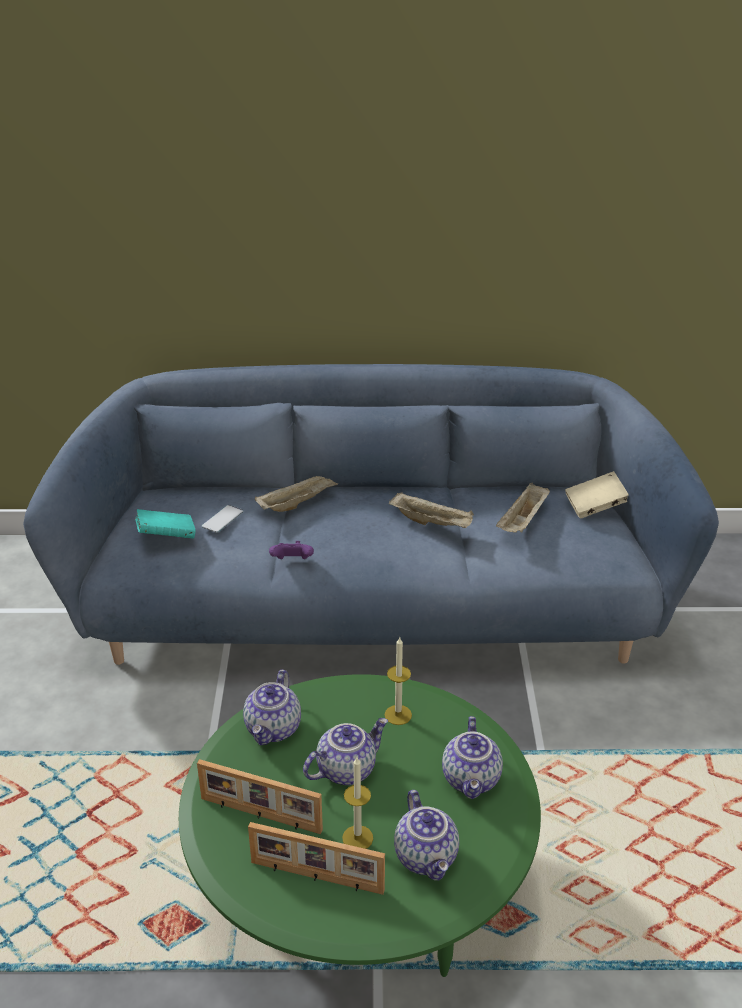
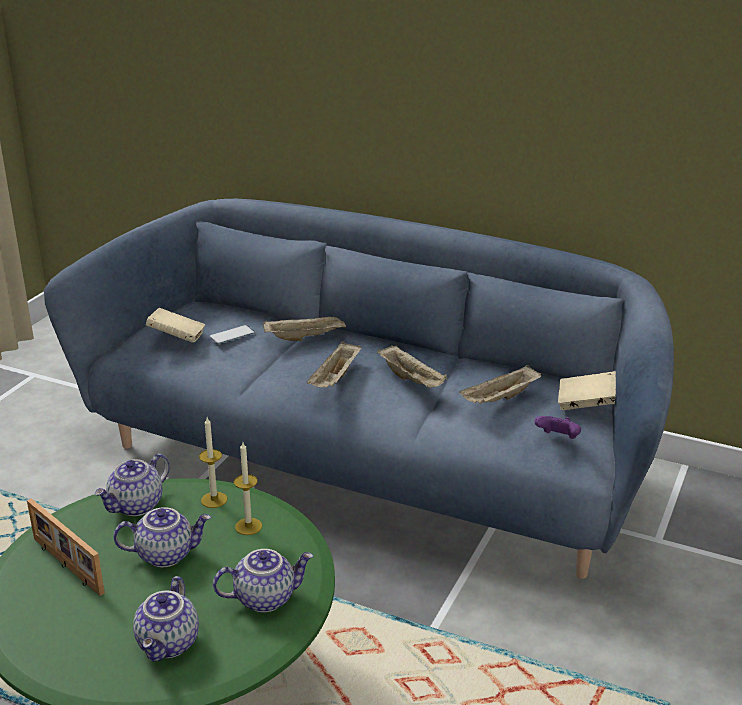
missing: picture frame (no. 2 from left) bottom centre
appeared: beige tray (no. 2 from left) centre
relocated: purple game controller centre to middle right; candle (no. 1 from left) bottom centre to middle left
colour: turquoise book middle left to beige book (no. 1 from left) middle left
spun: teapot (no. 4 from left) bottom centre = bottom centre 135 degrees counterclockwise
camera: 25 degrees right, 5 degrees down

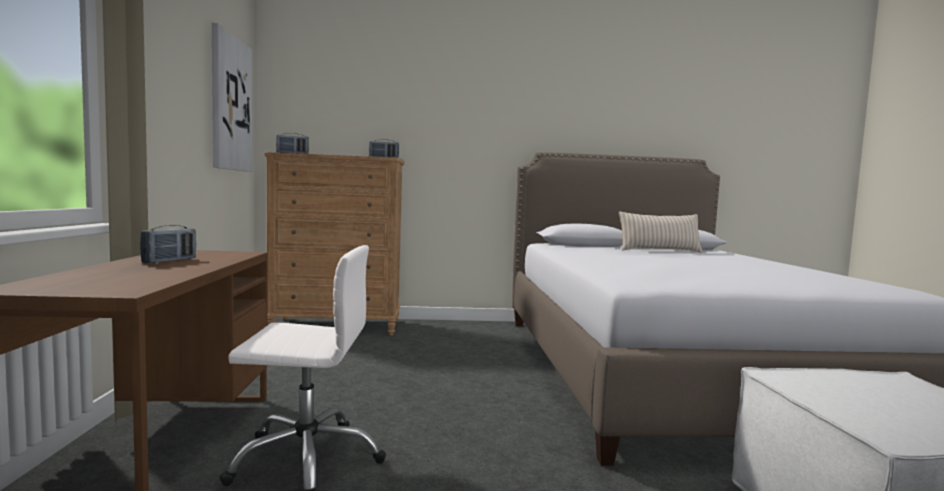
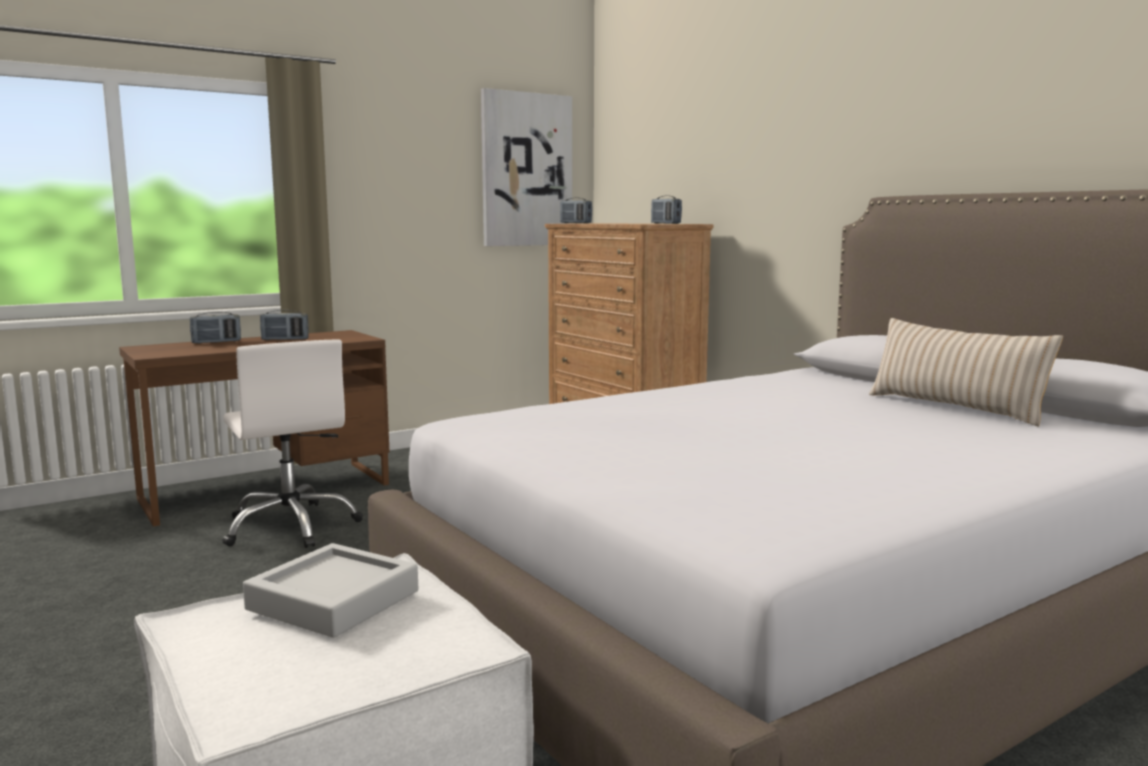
appeared: radio (no. 1 from left) middle left; grey tray bottom left
camera: 60 degrees right, 5 degrees up

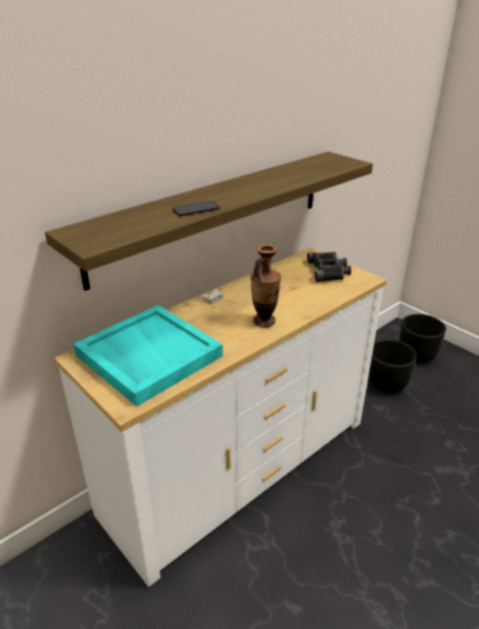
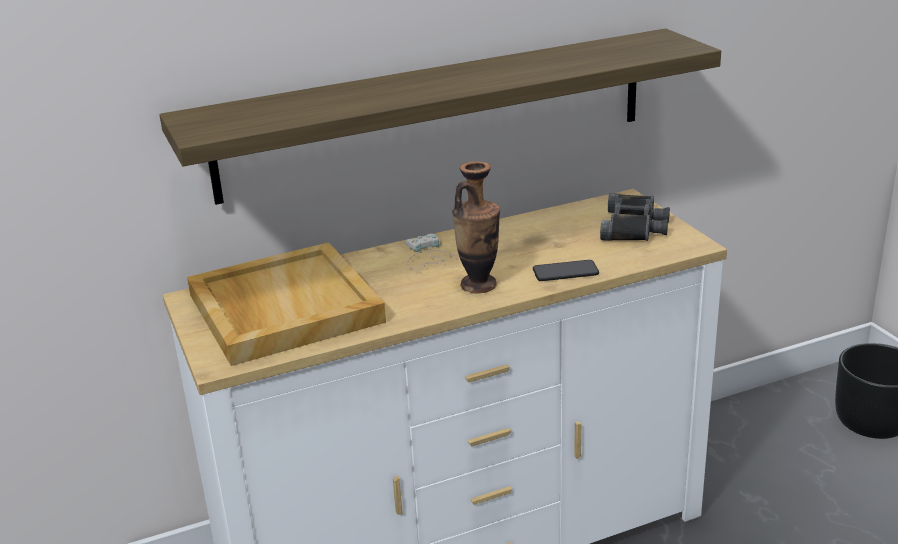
missing: black planter (no. 1 from left) middle right
relocated: phone top centre to centre
colour: turquoise tray middle left to beige tray middle left
camera: 20 degrees right, 5 degrees down

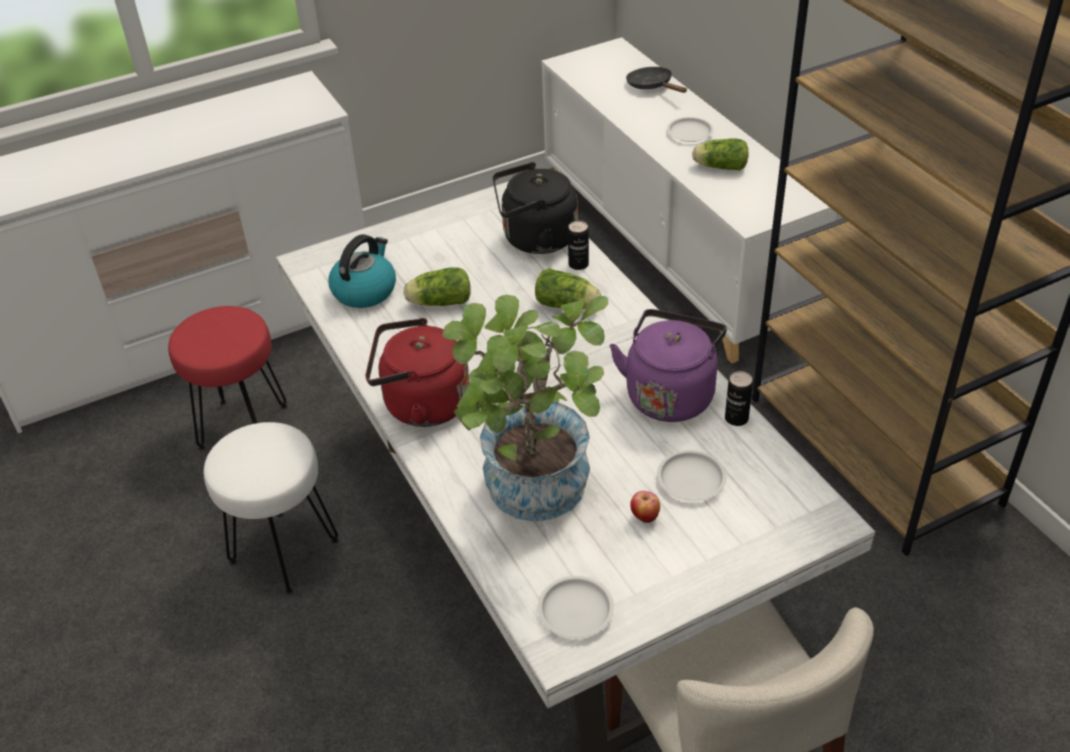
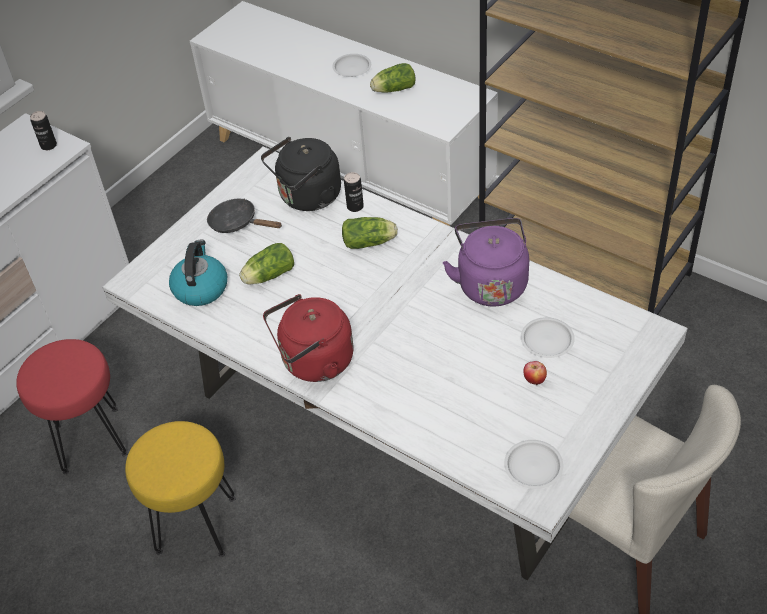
missing: potted plant centre
relocated: black frying pan top centre to middle left; can (no. 2 from left in the first image) middle right to can (no. 1 from left) top left
colour: white stool bottom left to yellow stool bottom left
camera: 25 degrees left, 5 degrees up

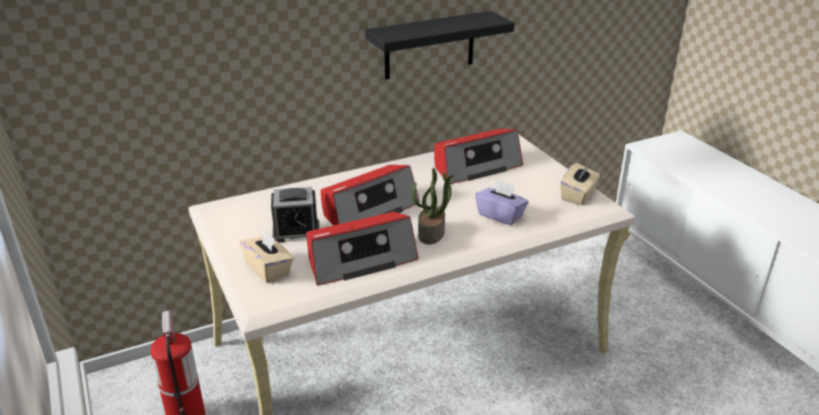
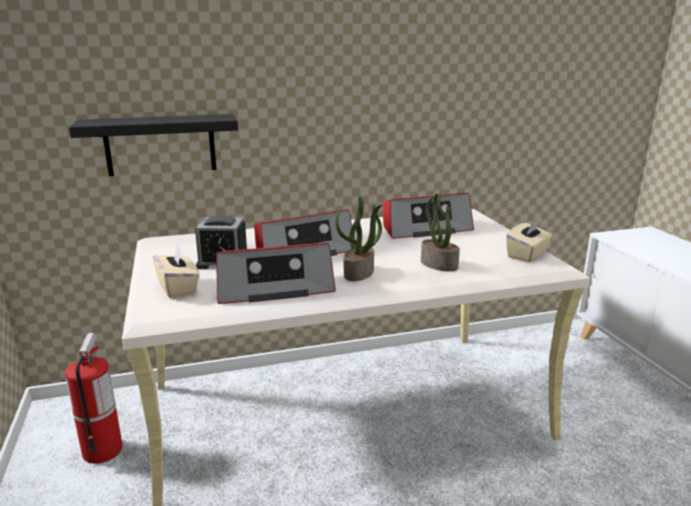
relocated: black shelf top centre to top left
exchanged: purple tissue box centre to potted plant (no. 2 from left) centre
camera: 10 degrees right, 10 degrees down

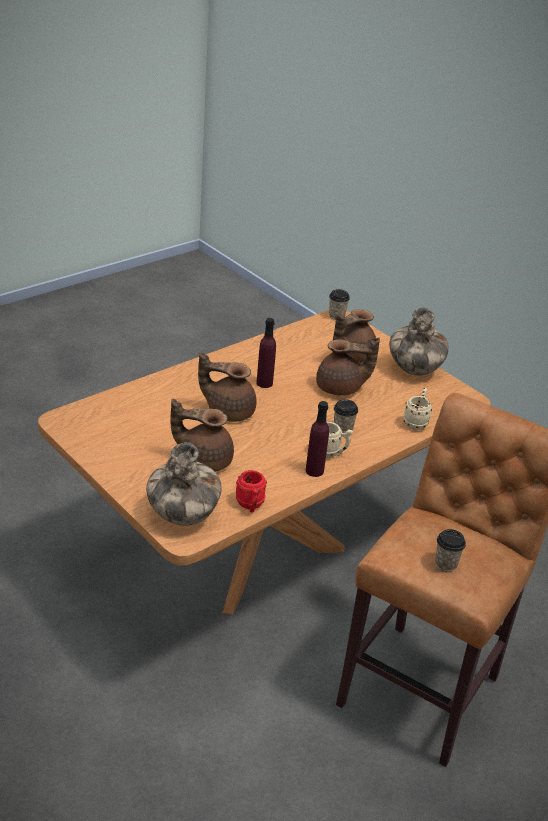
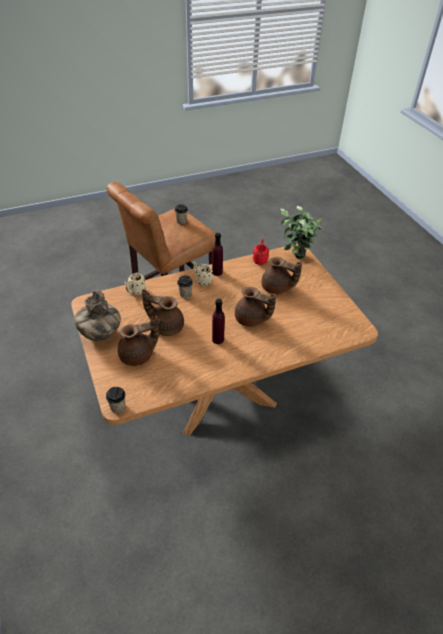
exchanged: vase (no. 1 from left) centre to potted plant middle right
camera: 160 degrees left, 10 degrees up

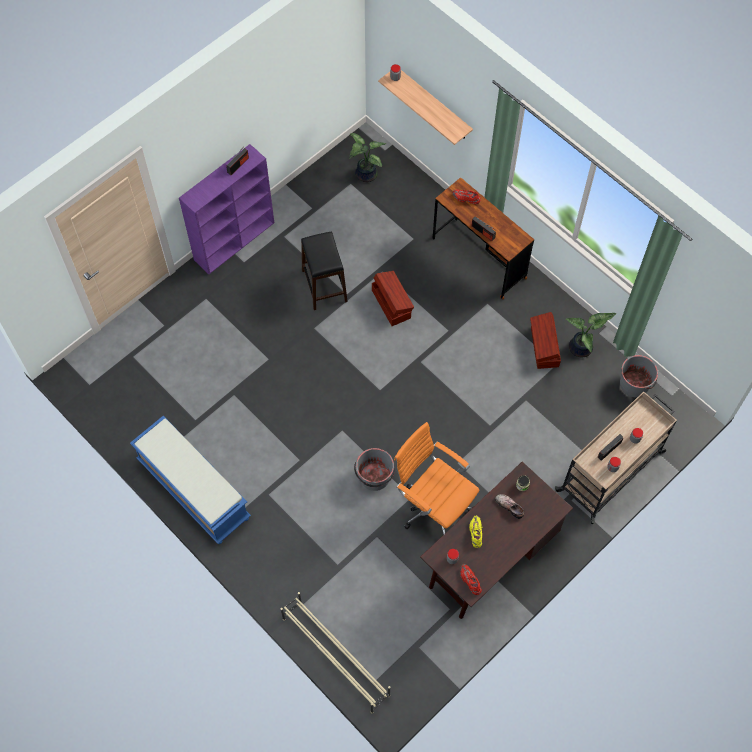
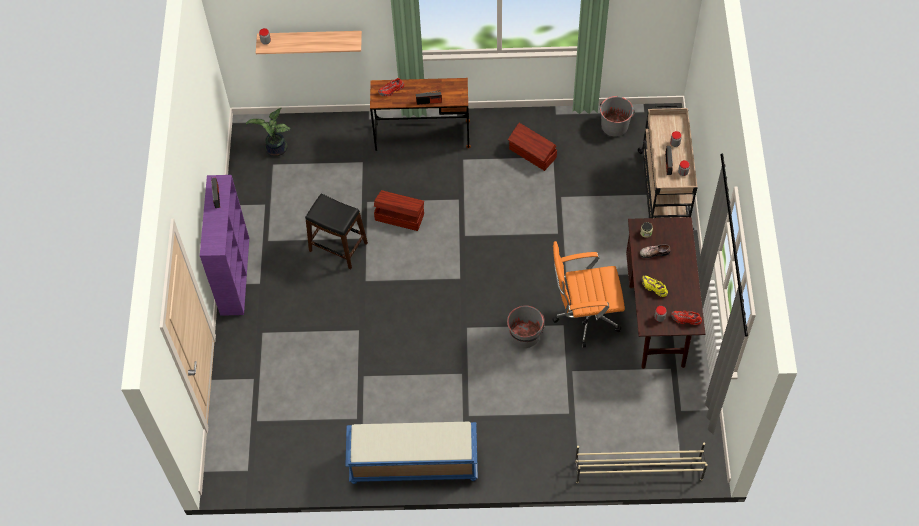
missing: potted plant (no. 2 from left) middle right
camera: 45 degrees left, 5 degrees down

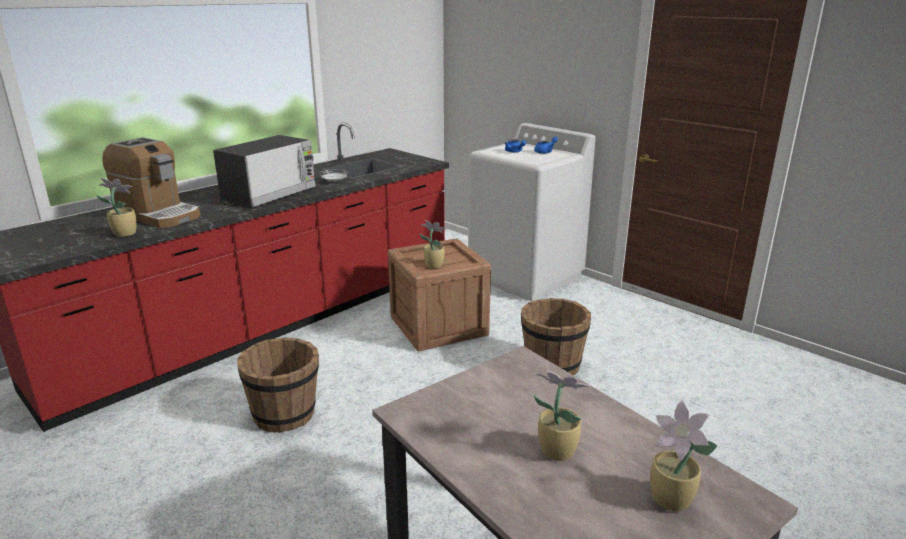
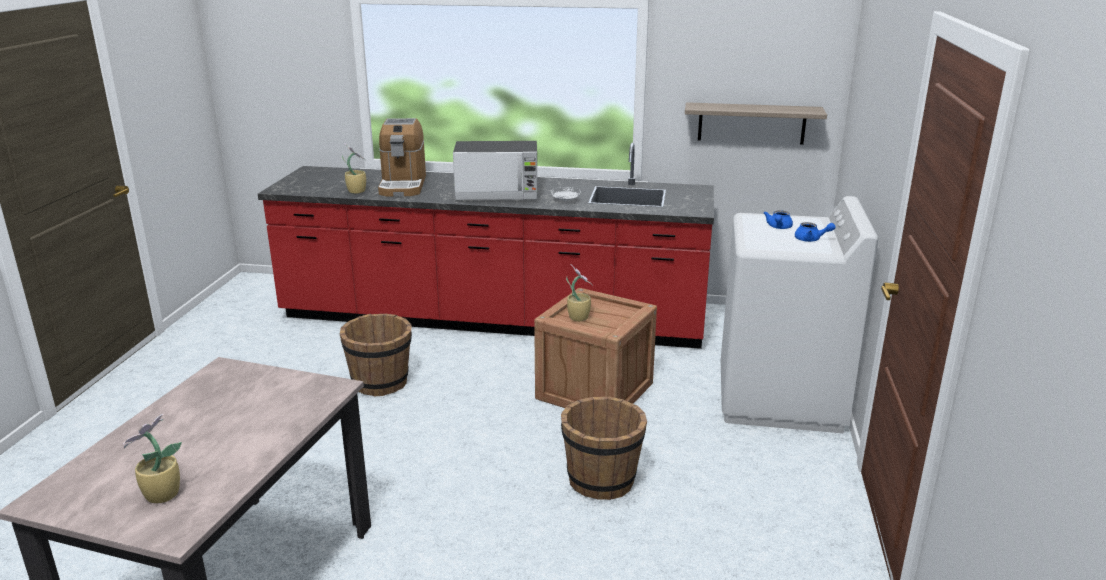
missing: potted plant (no. 3 from left) bottom centre
appeared: shelf top right
camera: 55 degrees right, 0 degrees up

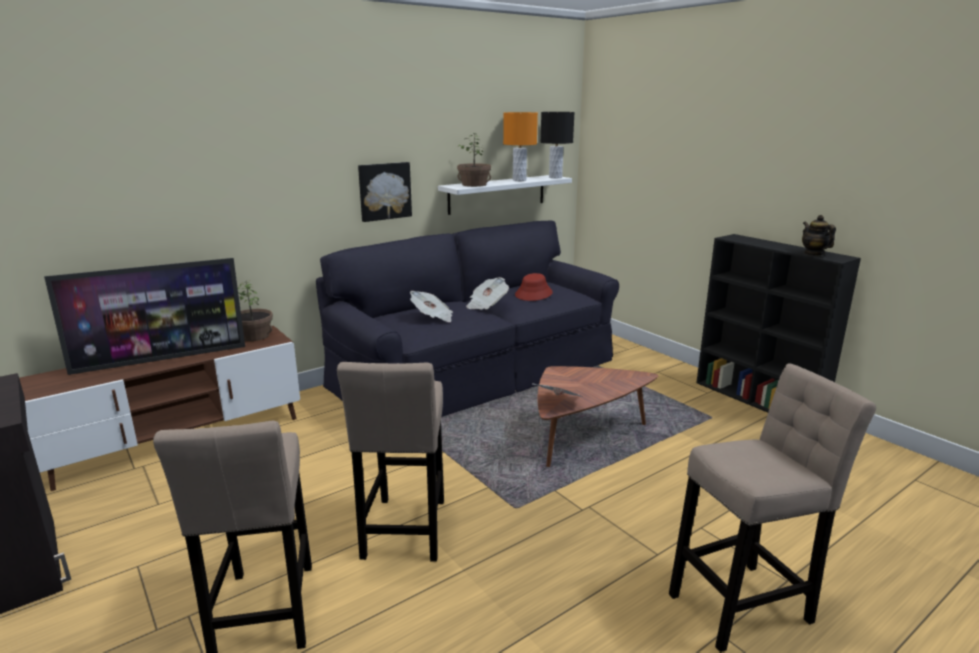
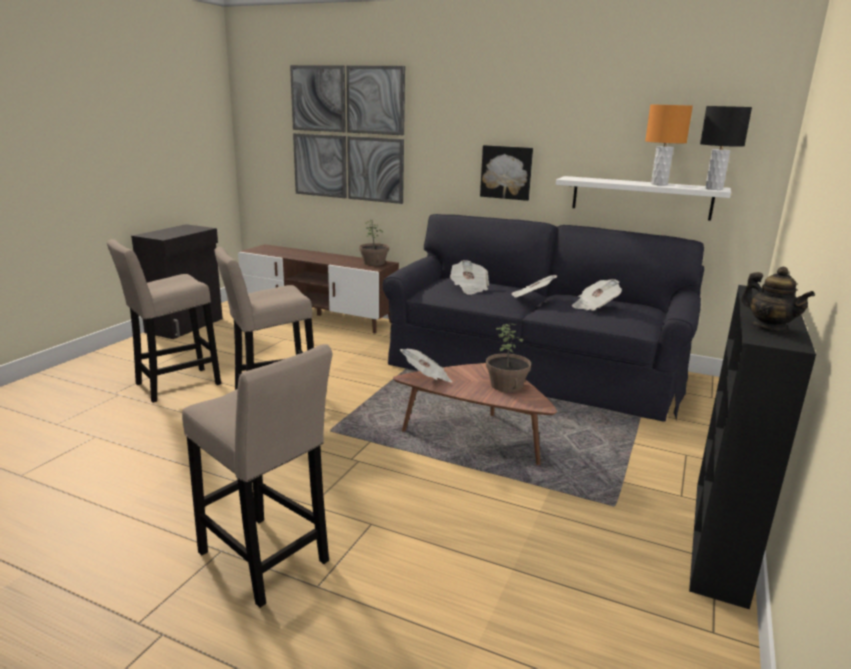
missing: television middle left
appeared: picture (no. 1 from left) top centre
relocated: potted plant (no. 2 from left) top centre to centre
exchanged: red hat centre to newspaper (no. 4 from left) middle right
spun: teapot middle right = middle right 105 degrees clockwise
camera: 60 degrees right, 0 degrees up

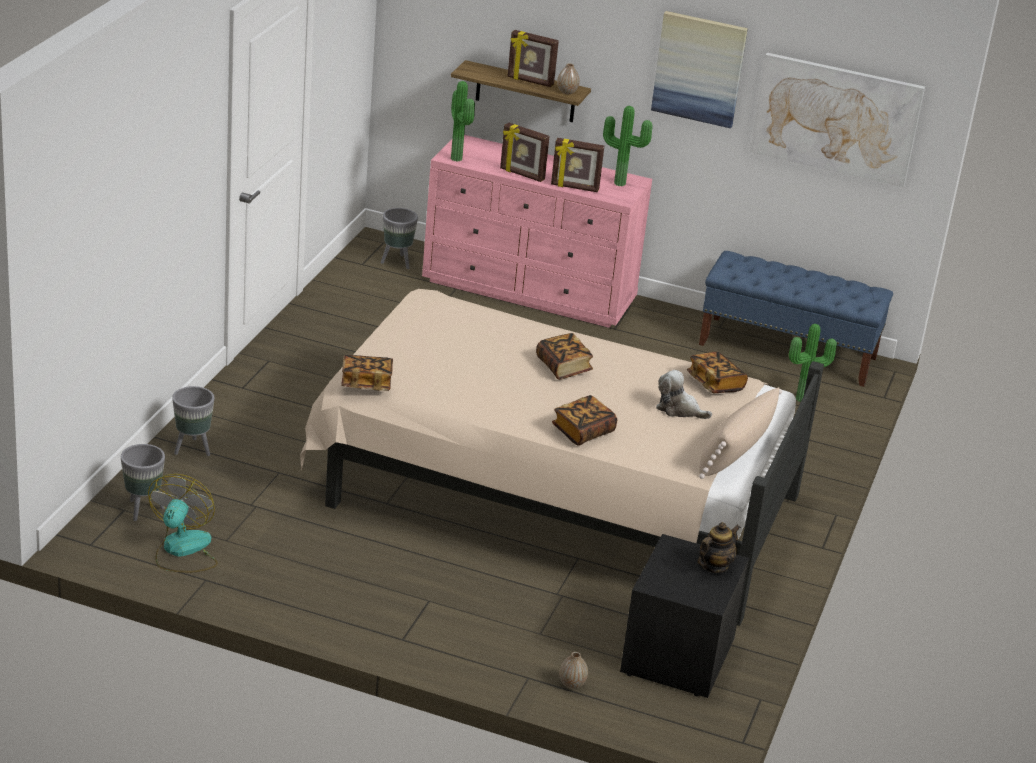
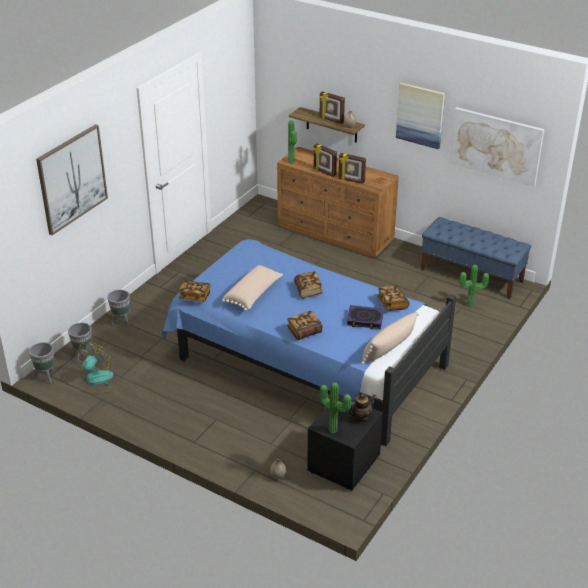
appeared: picture (no. 1 from left) top left; beige pillow (no. 1 from left) centre
relocated: grey planter (no. 3 from left in the first image) top centre to grey planter (no. 1 from left) middle left; potted plant (no. 2 from left) top centre to bottom centre
exchanged: plush toy centre to book (no. 4 from left) centre
colour: beige bed centre to blue bed centre; pink dresser top centre to brown dresser centre
camera: 15 degrees right, 5 degrees up

